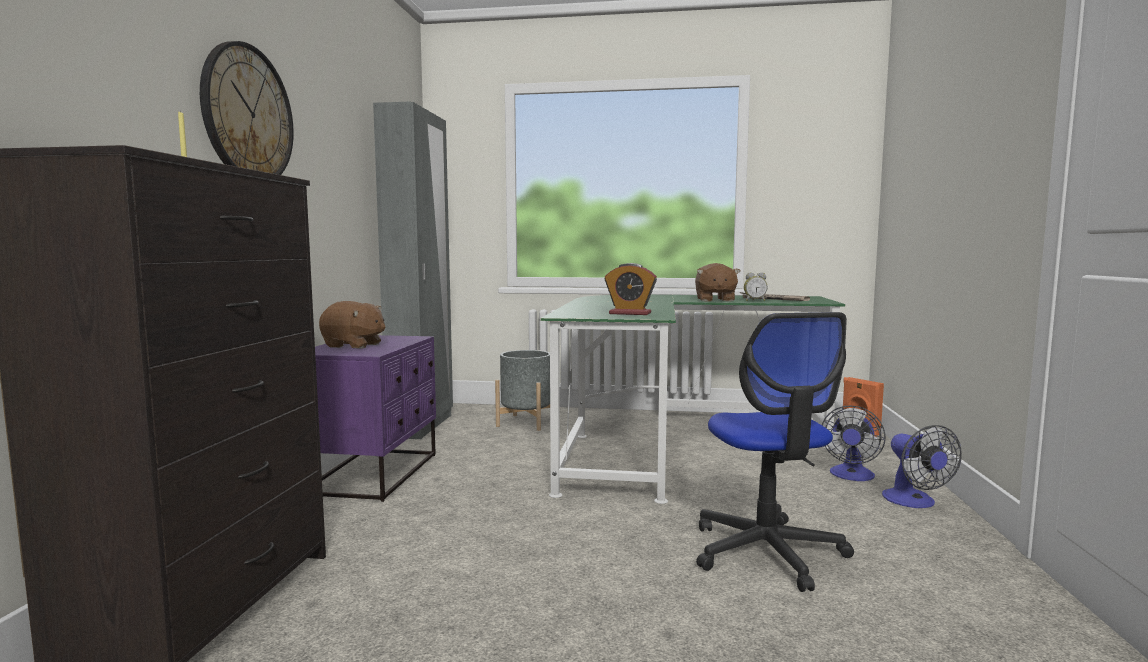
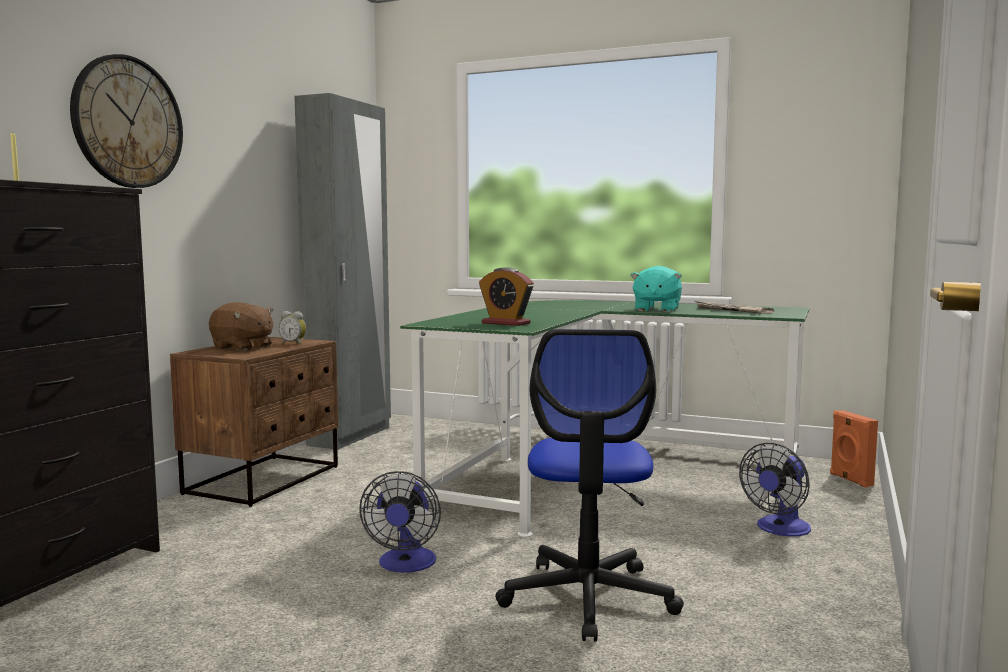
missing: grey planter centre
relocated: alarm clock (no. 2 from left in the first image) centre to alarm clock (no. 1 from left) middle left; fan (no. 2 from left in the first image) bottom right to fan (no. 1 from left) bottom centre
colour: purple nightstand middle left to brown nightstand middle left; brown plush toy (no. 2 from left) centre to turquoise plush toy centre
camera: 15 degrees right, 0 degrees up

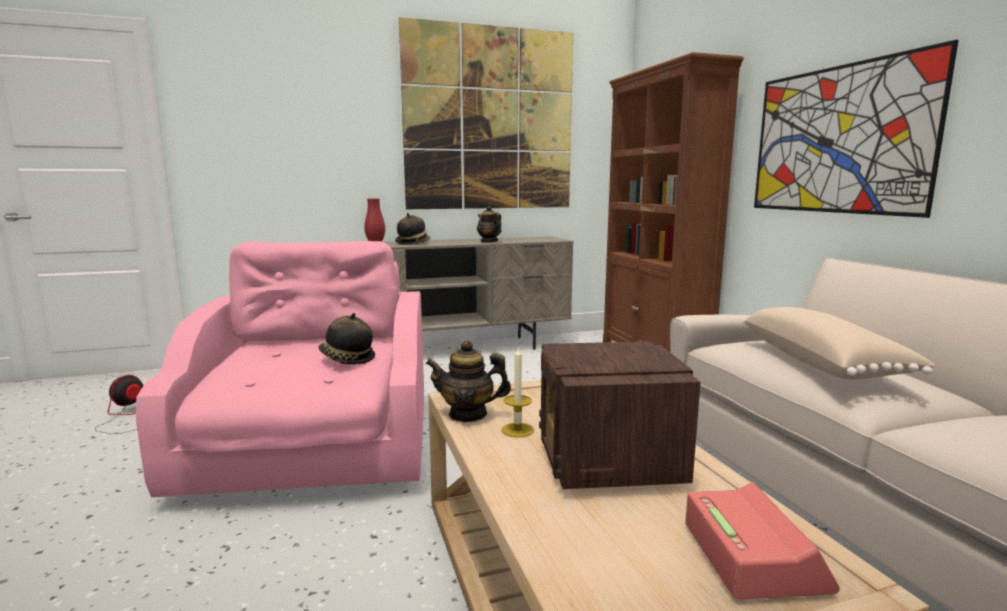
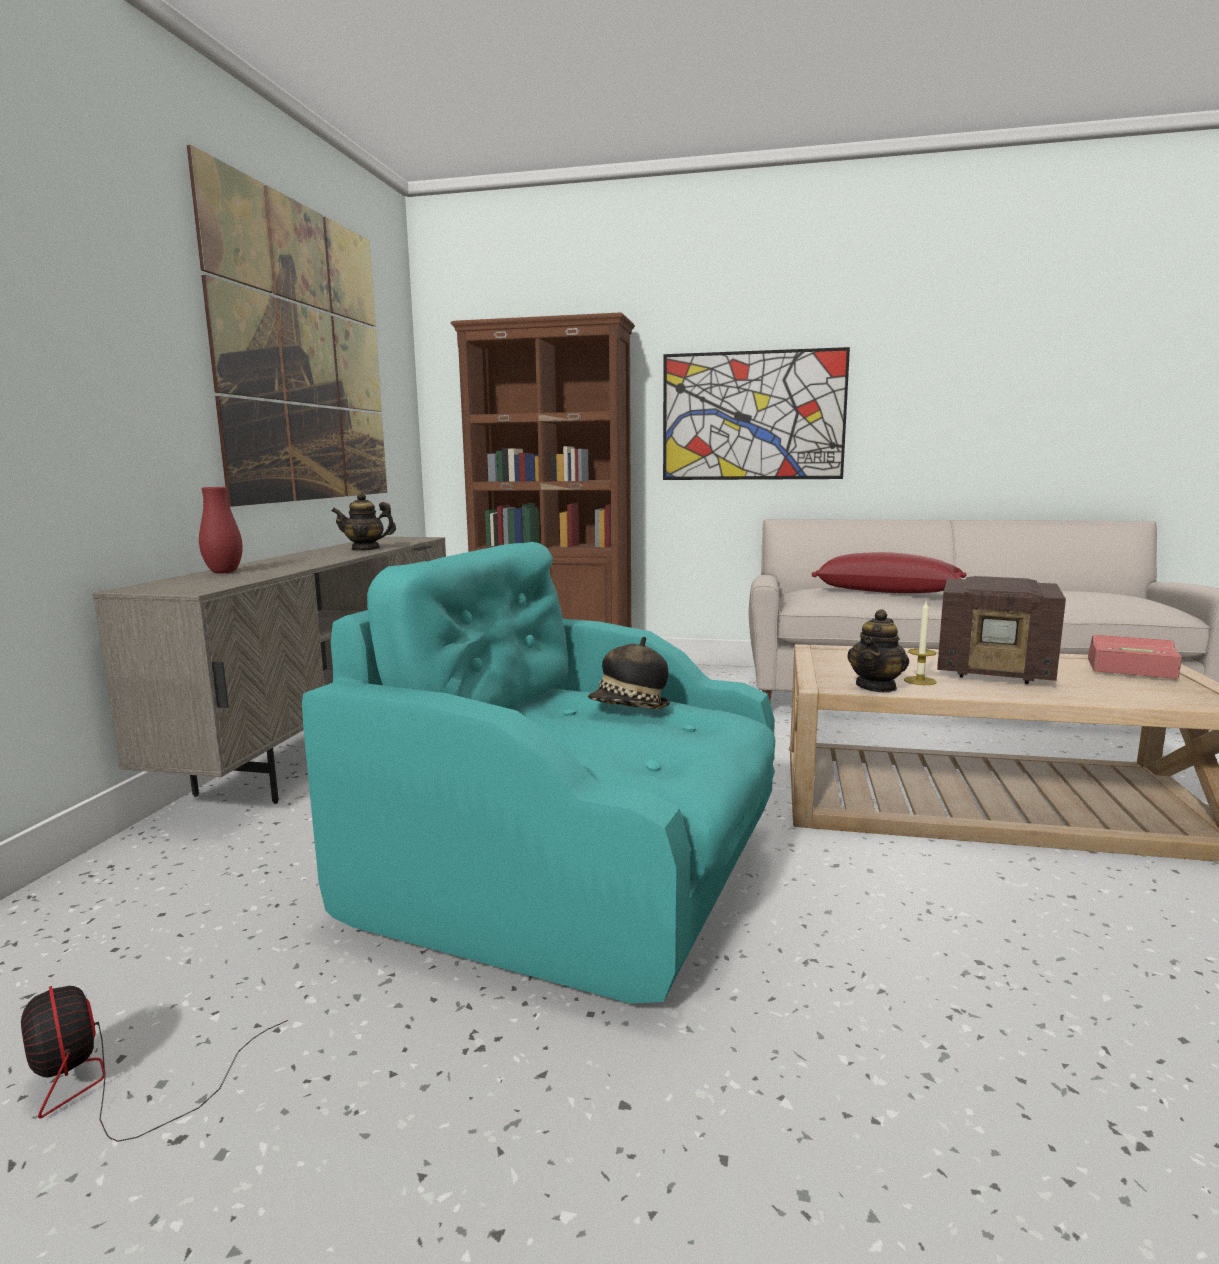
missing: hat (no. 2 from left) centre
colour: pink armchair middle left to turquoise armchair centre; beige pillow middle right to red pillow middle right
camera: 60 degrees left, 0 degrees up

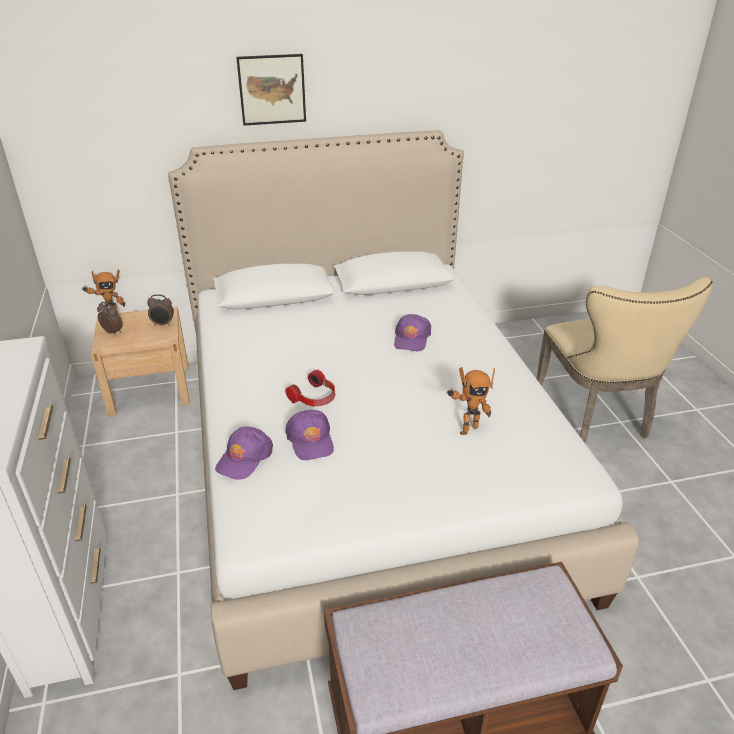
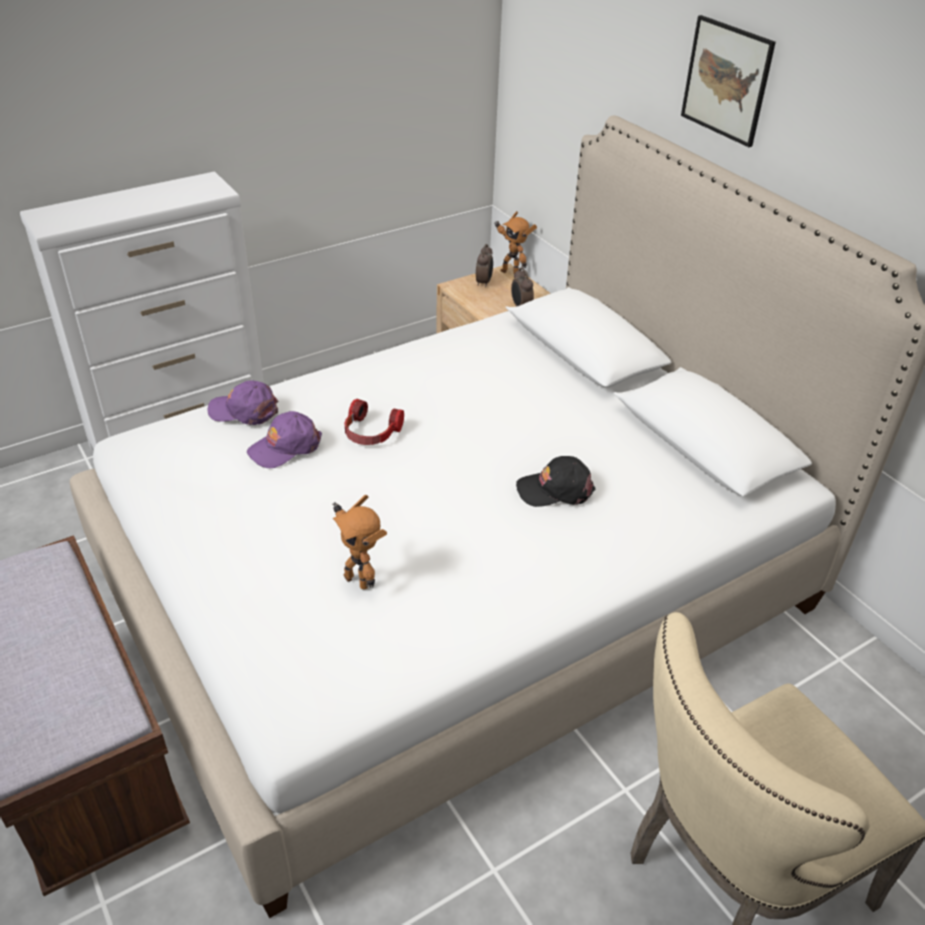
colour: purple cap (no. 3 from left) centre to black cap centre
camera: 70 degrees right, 5 degrees up

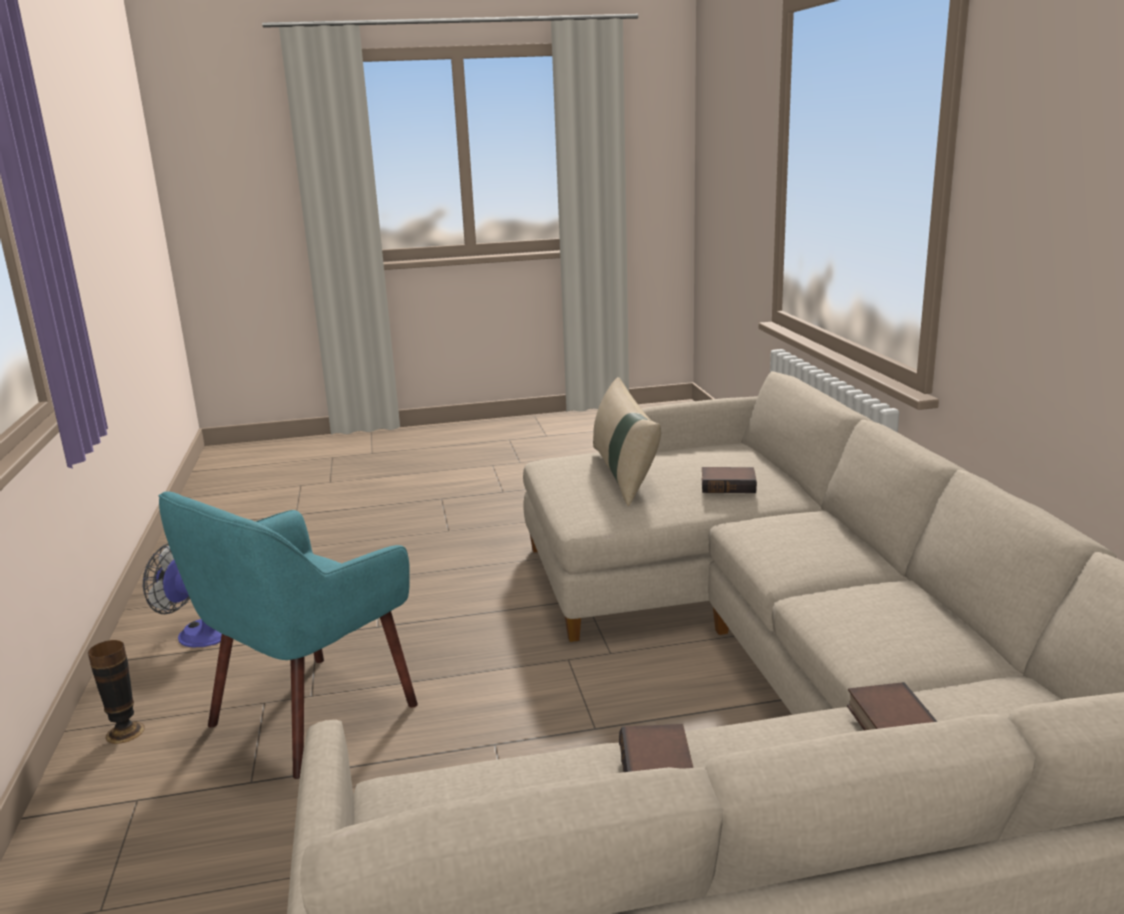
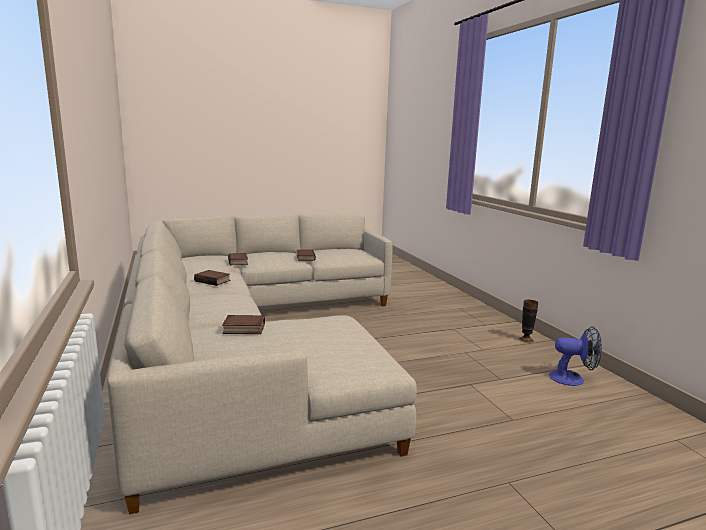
missing: turquoise armchair bottom left; beige pillow centre
appeared: book (no. 1 from left) middle left
camera: 170 degrees right, 5 degrees down

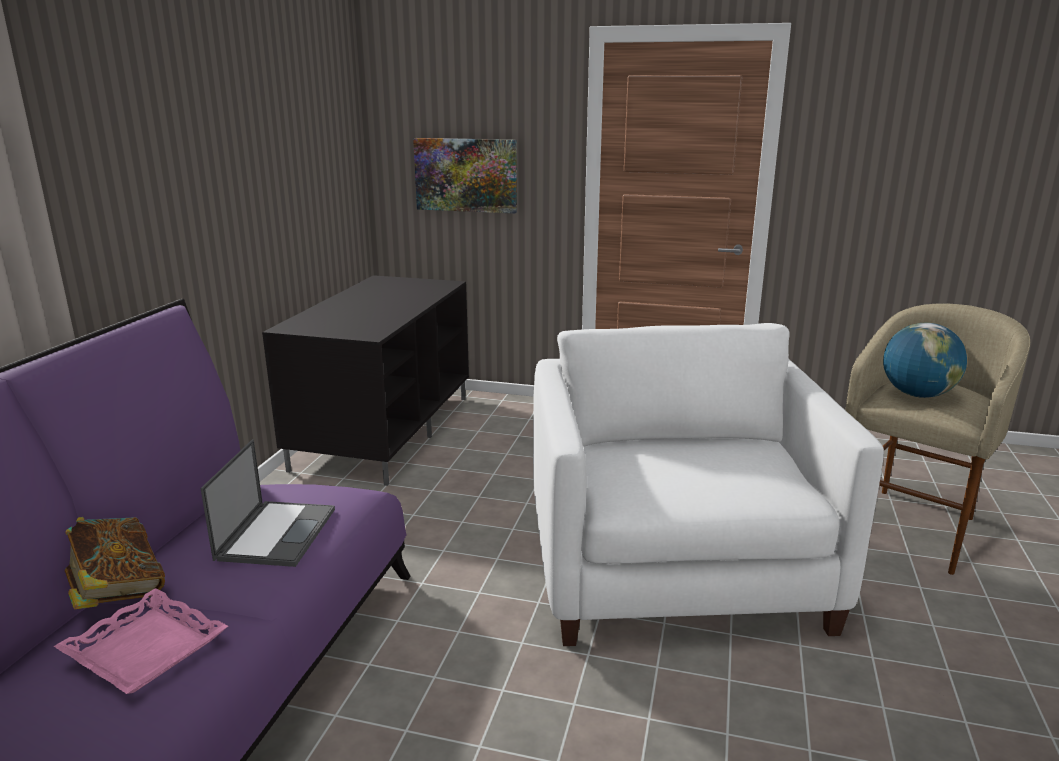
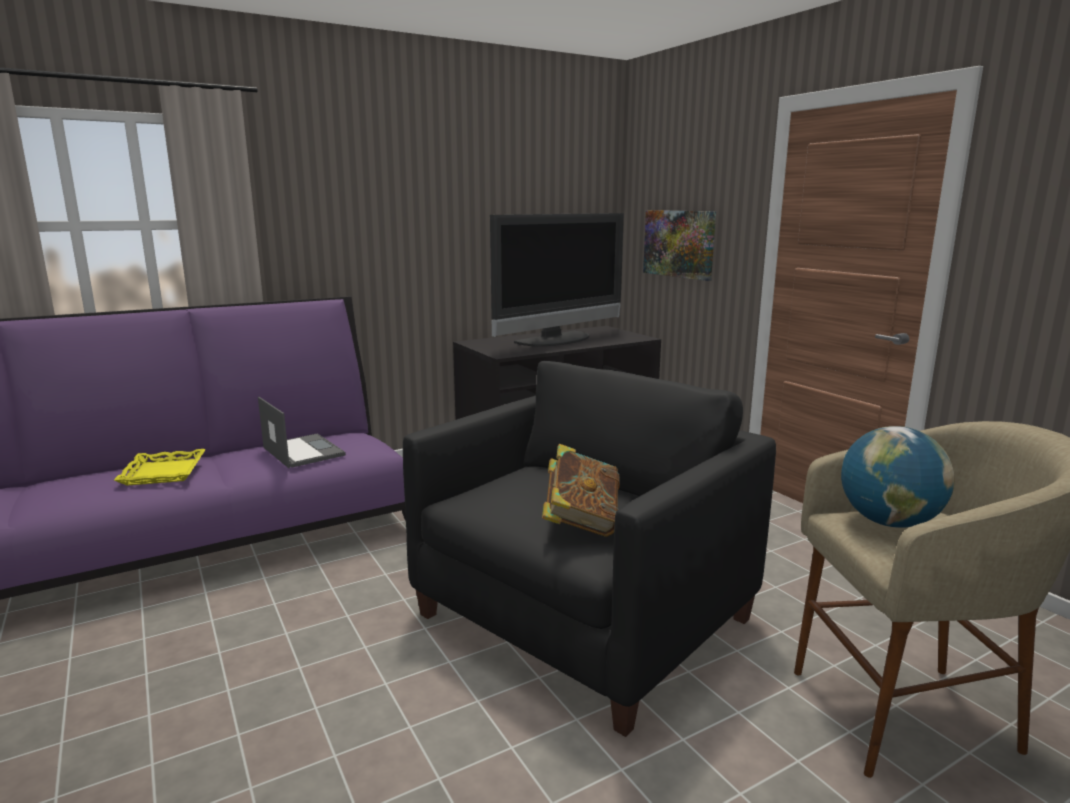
appeared: television centre
relocated: book bottom left to centre
colour: pink tray bottom left to yellow tray middle left; white armchair middle right to black armchair bottom centre
spun: laptop middle left = middle left 90 degrees counterclockwise
camera: 45 degrees right, 5 degrees down

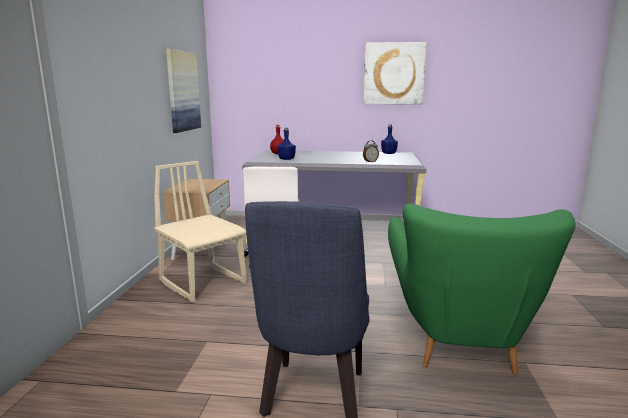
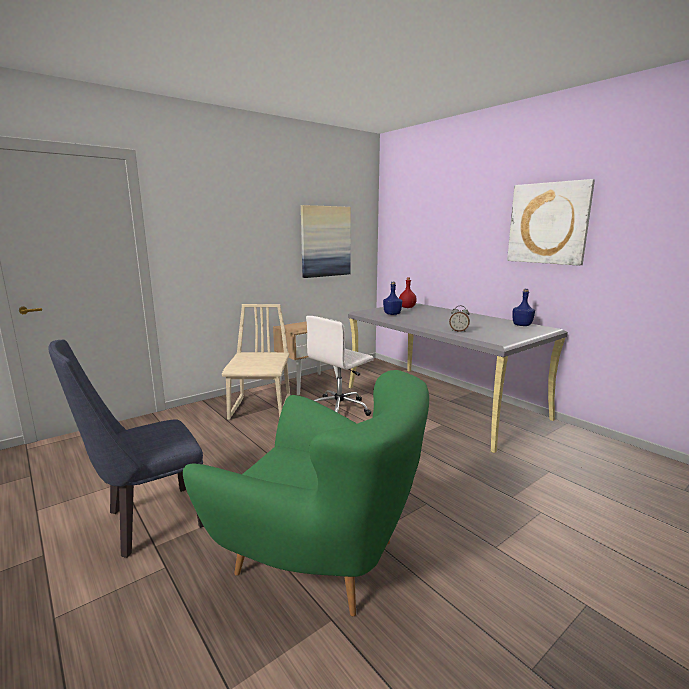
spun: green armchair bottom right = bottom centre 120 degrees counterclockwise
camera: 45 degrees right, 0 degrees up

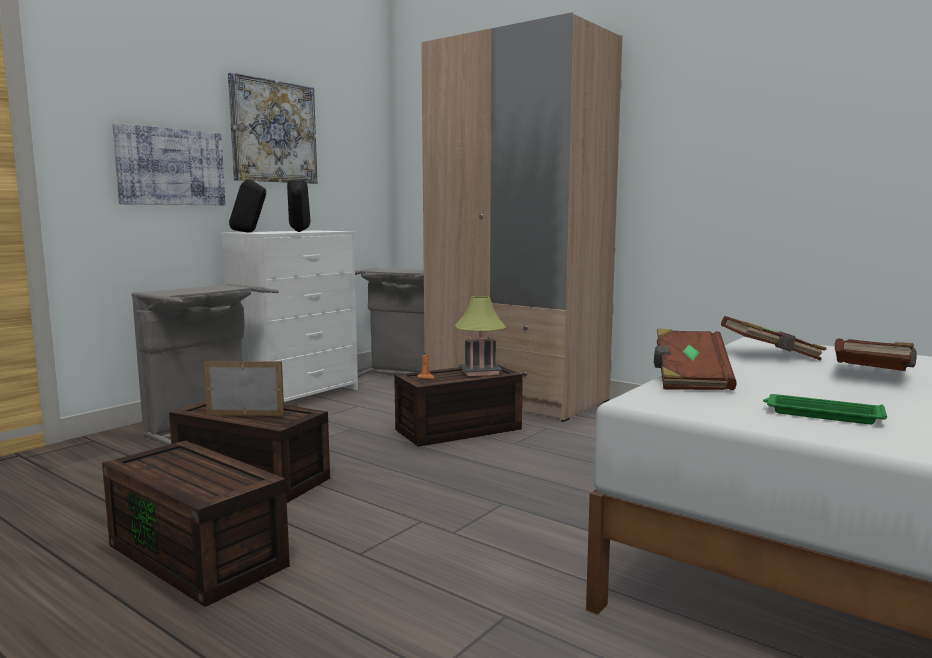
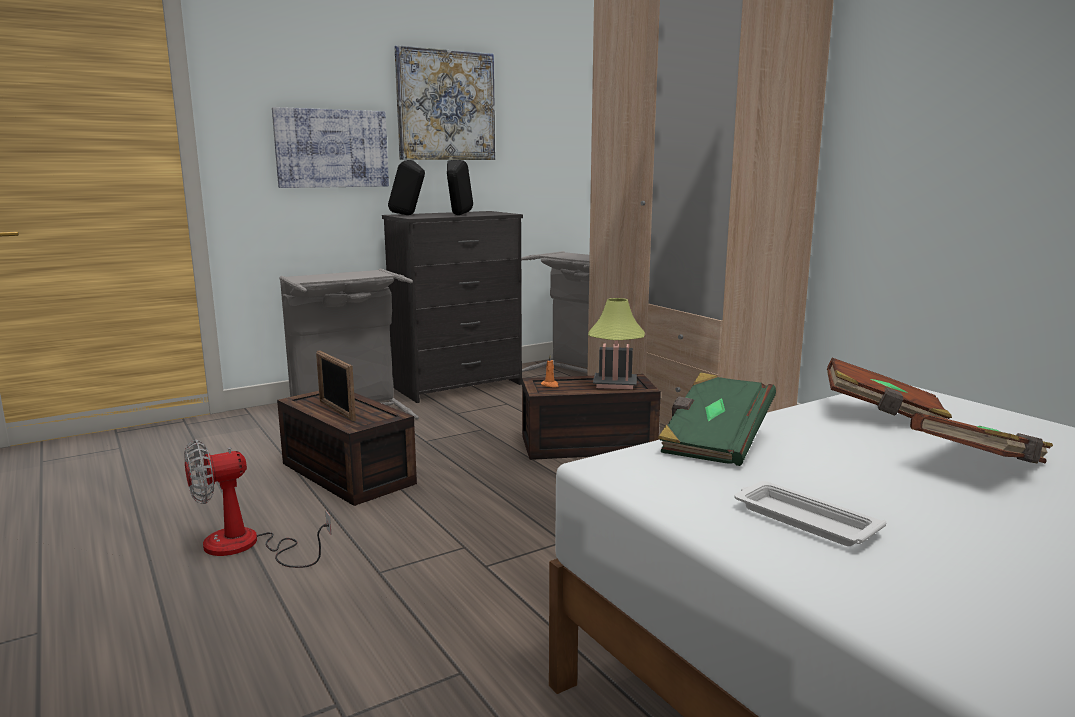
exchanged: brown storage box (no. 1 from left) bottom left to fan bottom left
colour: white dresser middle left to black dresser centre; brown book (no. 1 from left) middle right to green book middle right; green tray middle right to white tray bottom right
spun: picture frame middle left = middle left 150 degrees counterclockwise
camera: 20 degrees right, 5 degrees up

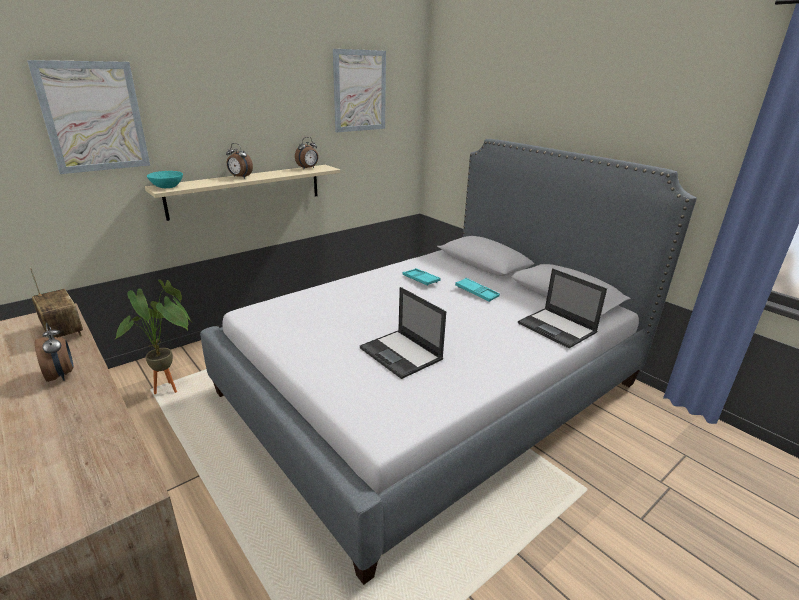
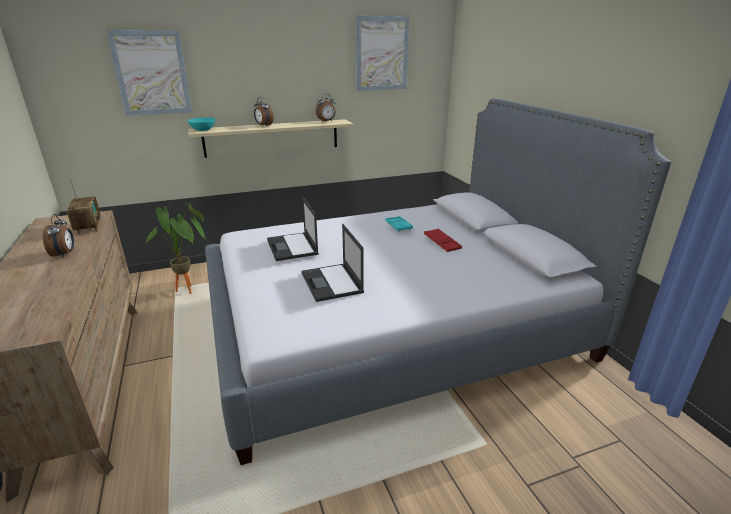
relocated: laptop (no. 2 from left in the first image) middle right to laptop (no. 1 from left) centre
colour: turquoise tray (no. 2 from left) centre to red tray centre
camera: 20 degrees right, 0 degrees up

